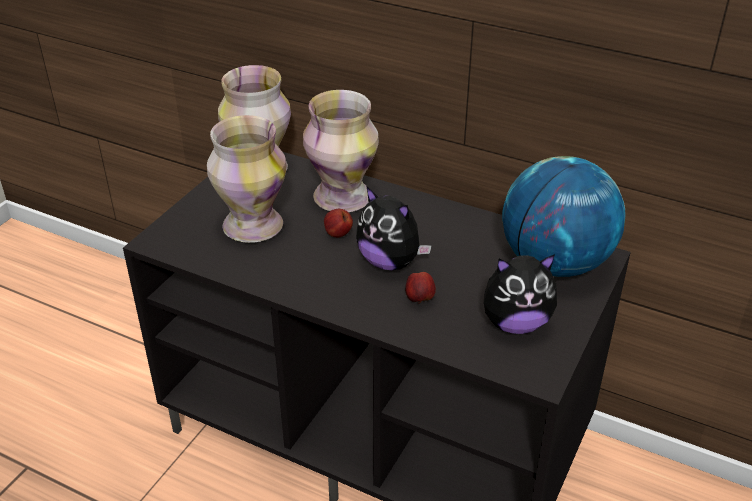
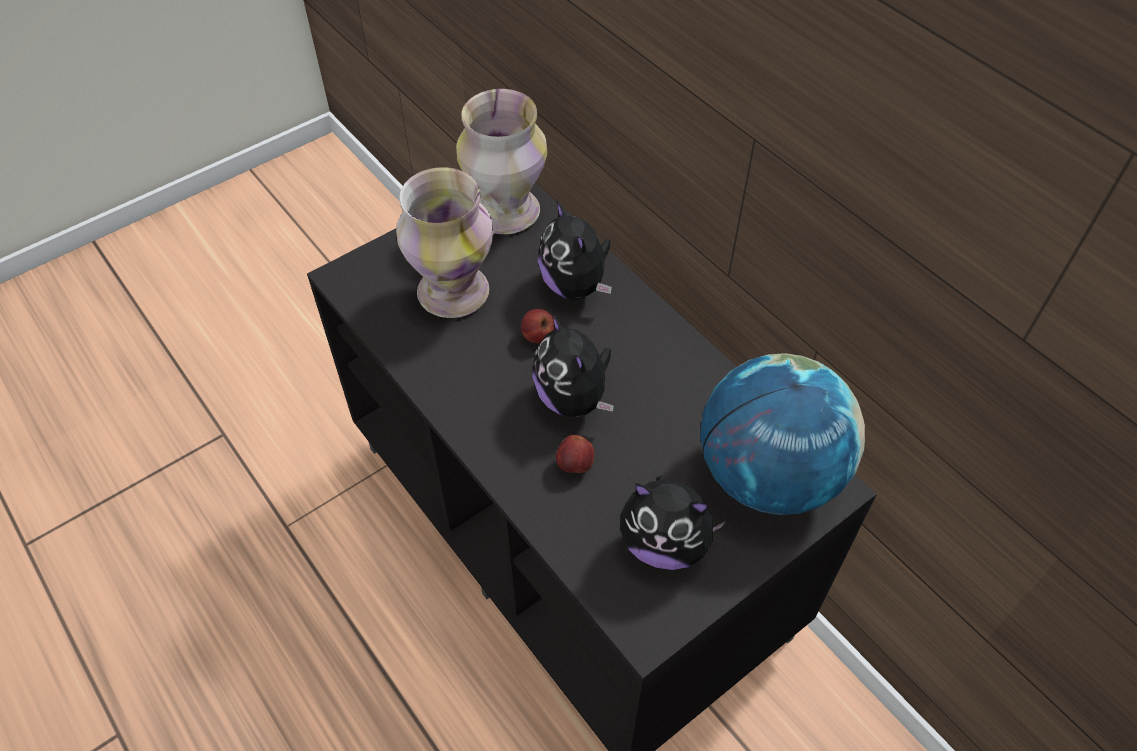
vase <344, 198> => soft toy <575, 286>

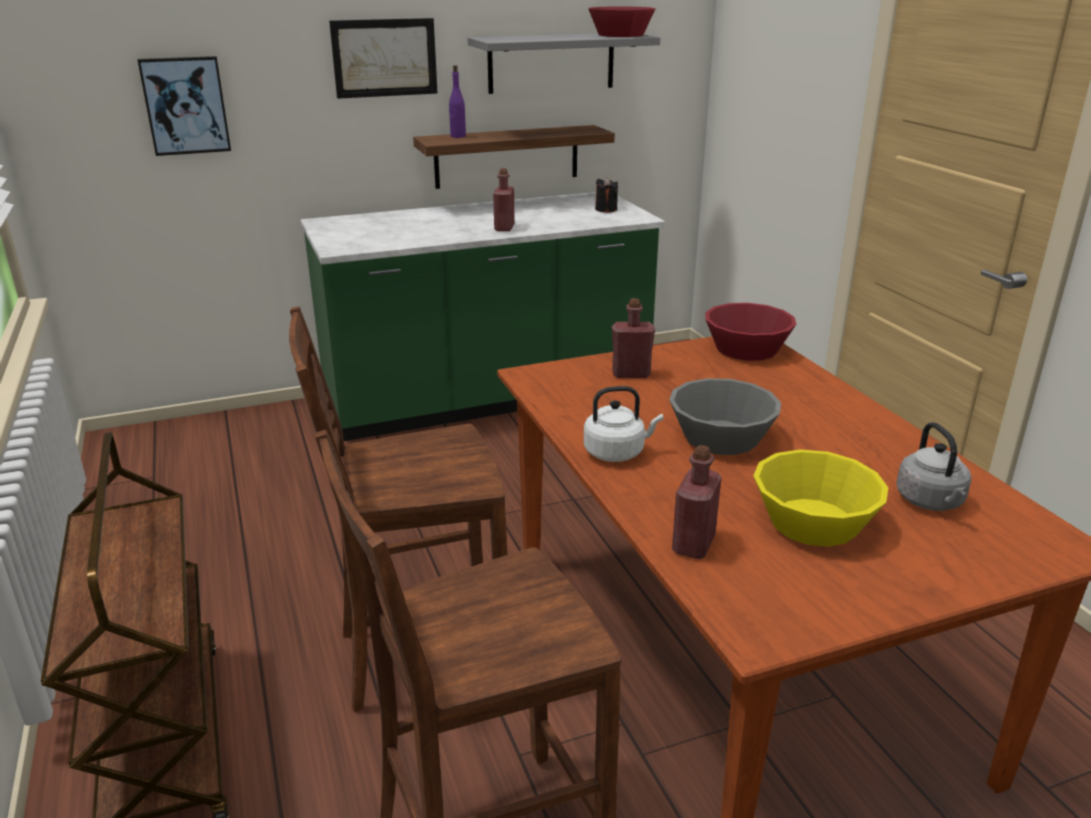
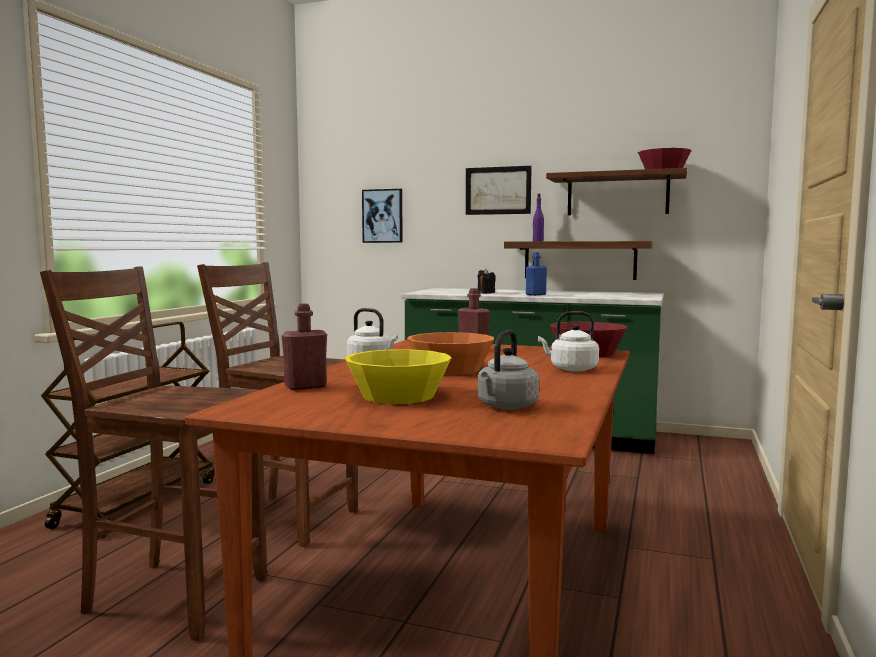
greyish bracket shelf <551, 62> => brown-coloured bracket shelf <617, 195>
red-coloured bottle <504, 228> => blue bottle <535, 295>
blackish candle <606, 209> => blackish candle <486, 293>, move
greyish bowl <721, 437> => orangey bowl <450, 369>
nothing => whitish tea kettle <571, 369>

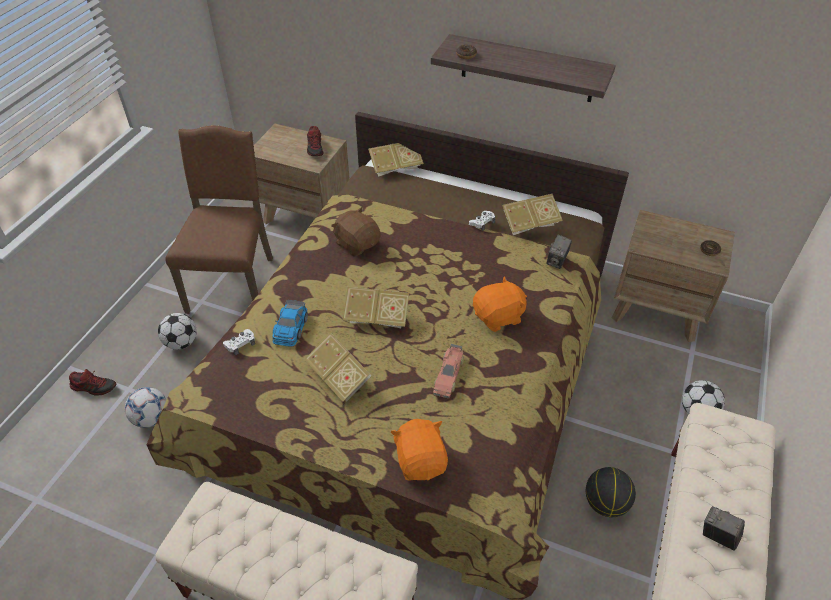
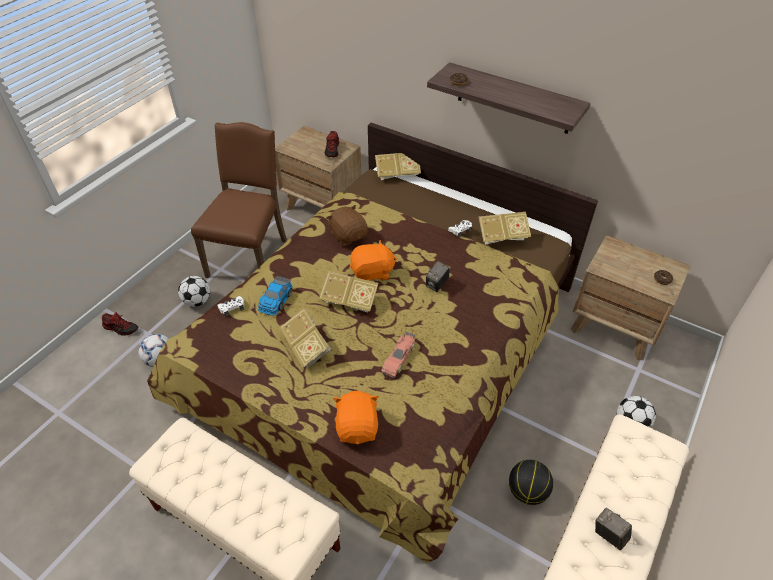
photo camera <557, 261> => photo camera <437, 285>, move
orangey soft toy <498, 317> => orangey soft toy <372, 273>, move

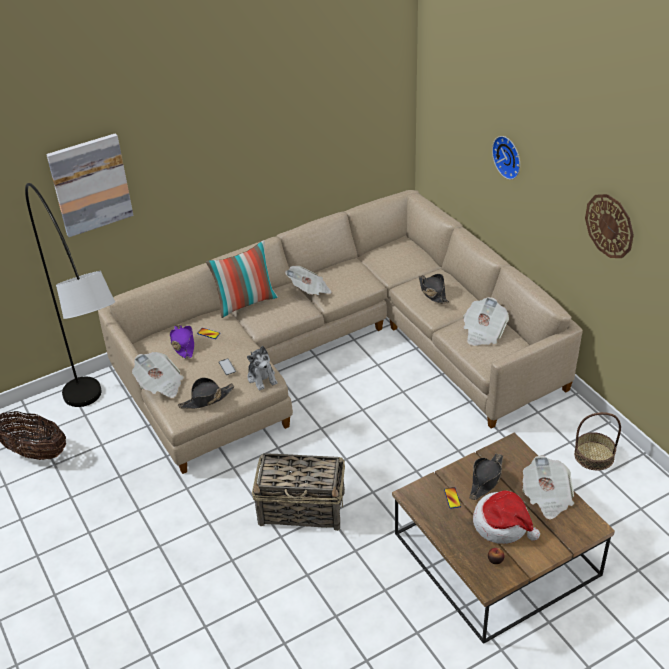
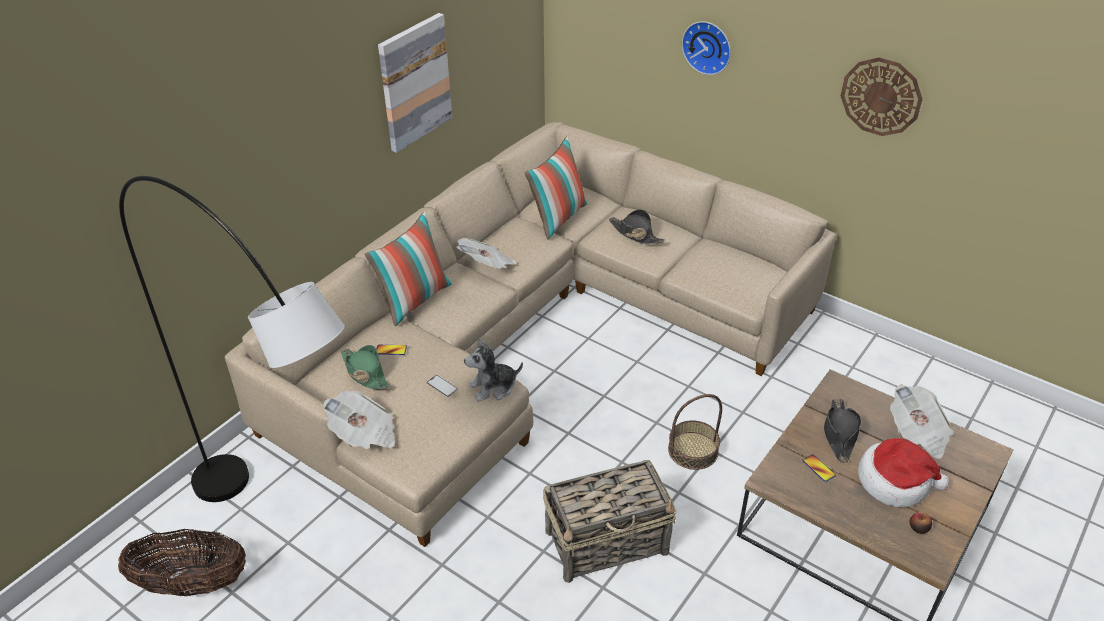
wall picture <90, 184> => wall picture <414, 82>, move
printed paper <483, 332> => nothing
purple clothing hat <183, 344> => greenish clothing hat <365, 373>
soft toy <262, 377> => soft toy <493, 387>, 120 degrees clockwise
blackish clothing hat <206, 399> => nothing
basket <594, 455> => basket <693, 450>, move
nothing => cushion <558, 218>

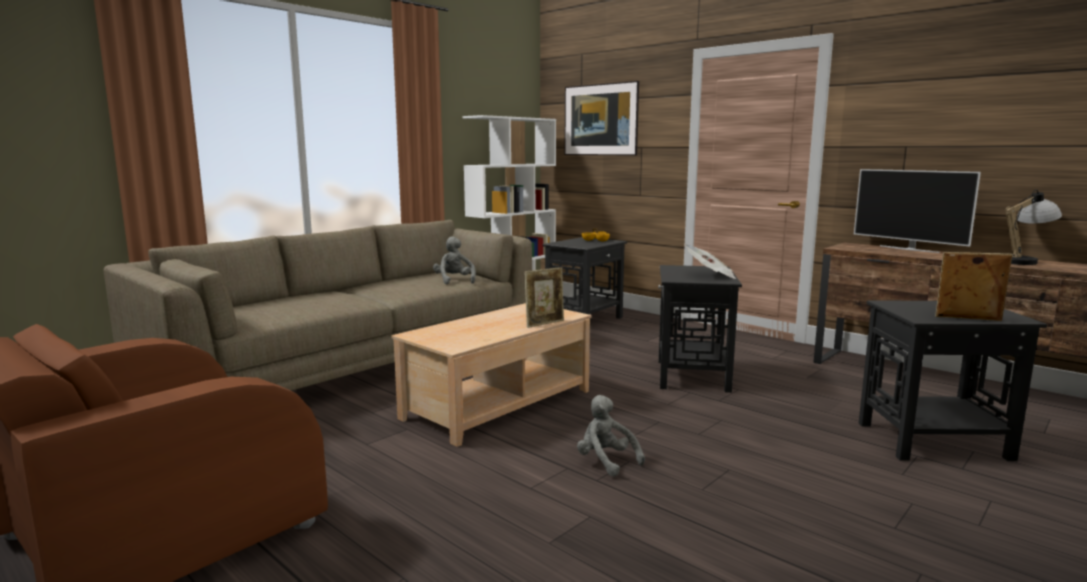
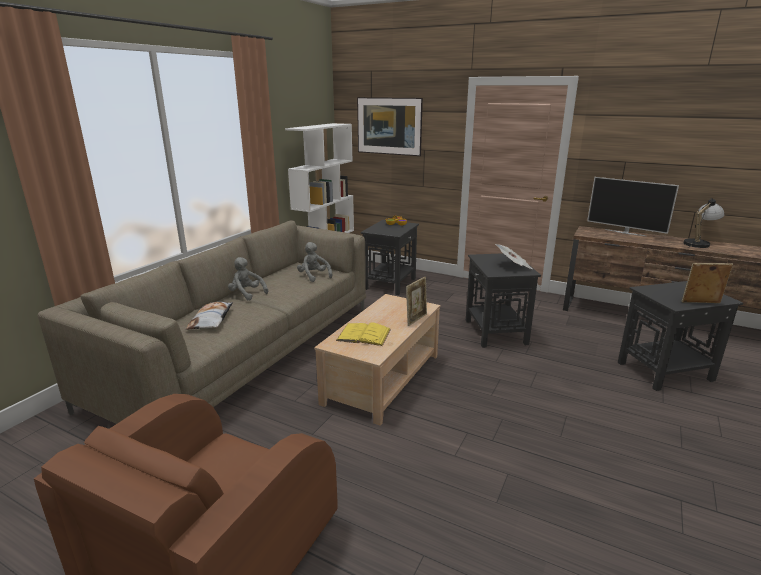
greyish soft toy <606, 461> => greyish soft toy <246, 294>, move
nothing => cushion <211, 320>
nothing => yellowish bound book <364, 335>

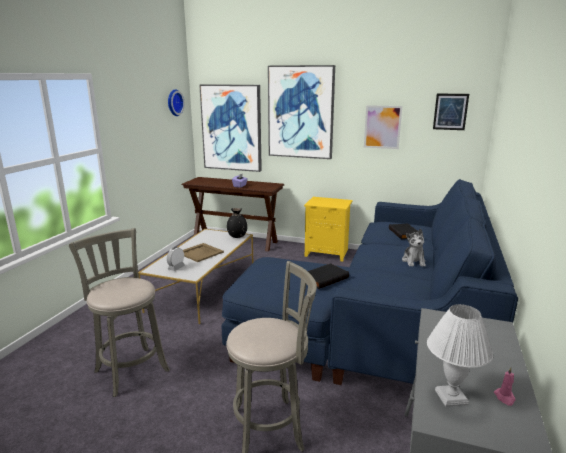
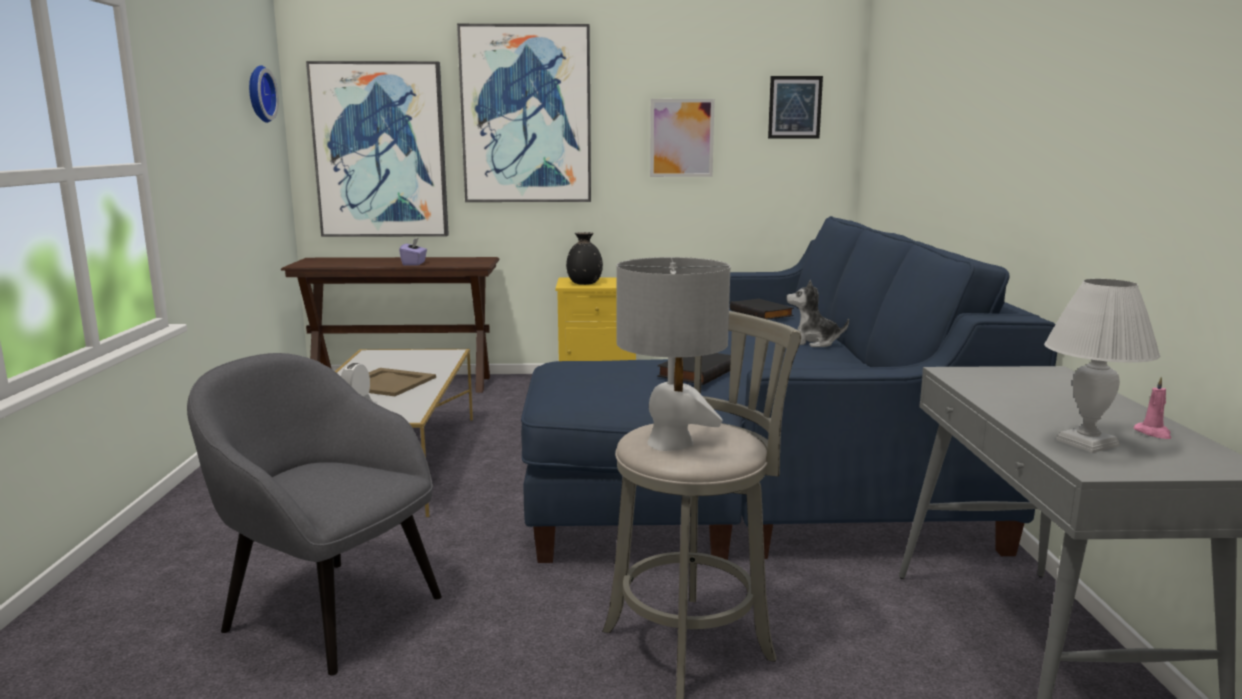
blackish vase <237, 236> => blackish vase <584, 283>, move
greyish stool <130, 369> => greyish easy chair <330, 611>
soft toy <413, 261> => soft toy <813, 343>, 120 degrees clockwise
nothing => greyish tabletop lamp <670, 443>

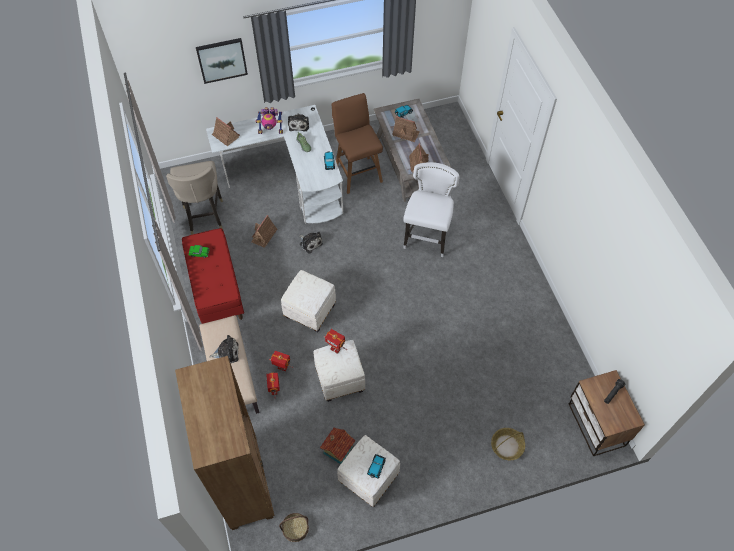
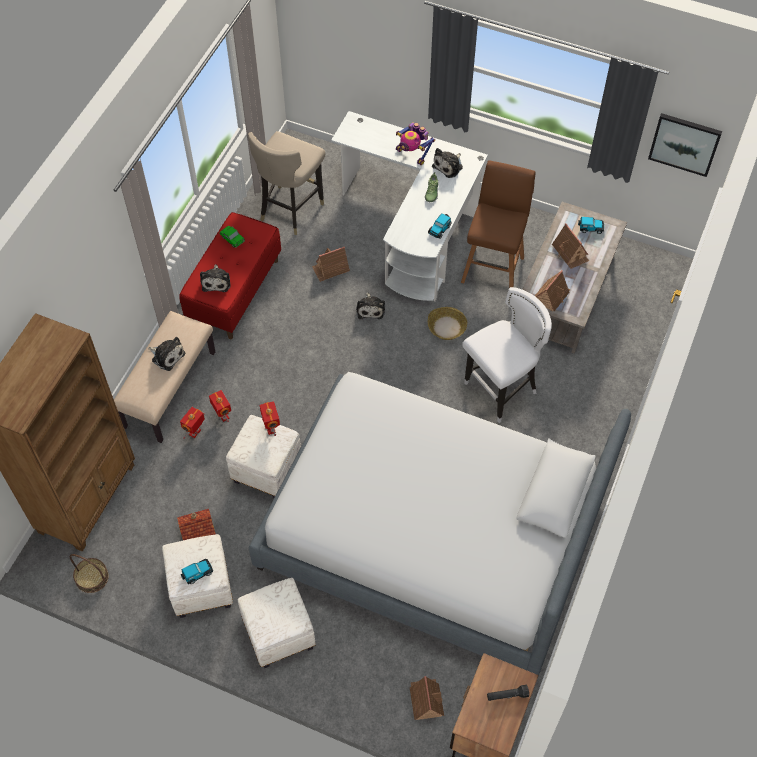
wall picture <222, 60> => wall picture <684, 143>, move
miniature house <225, 136> => miniature house <426, 700>, move
whitish ottoman <309, 311> => whitish ottoman <278, 633>, move
basket <507, 446> => basket <446, 327>, move
nothing => soft toy <216, 281>
nothing => sleeping bed <431, 534>

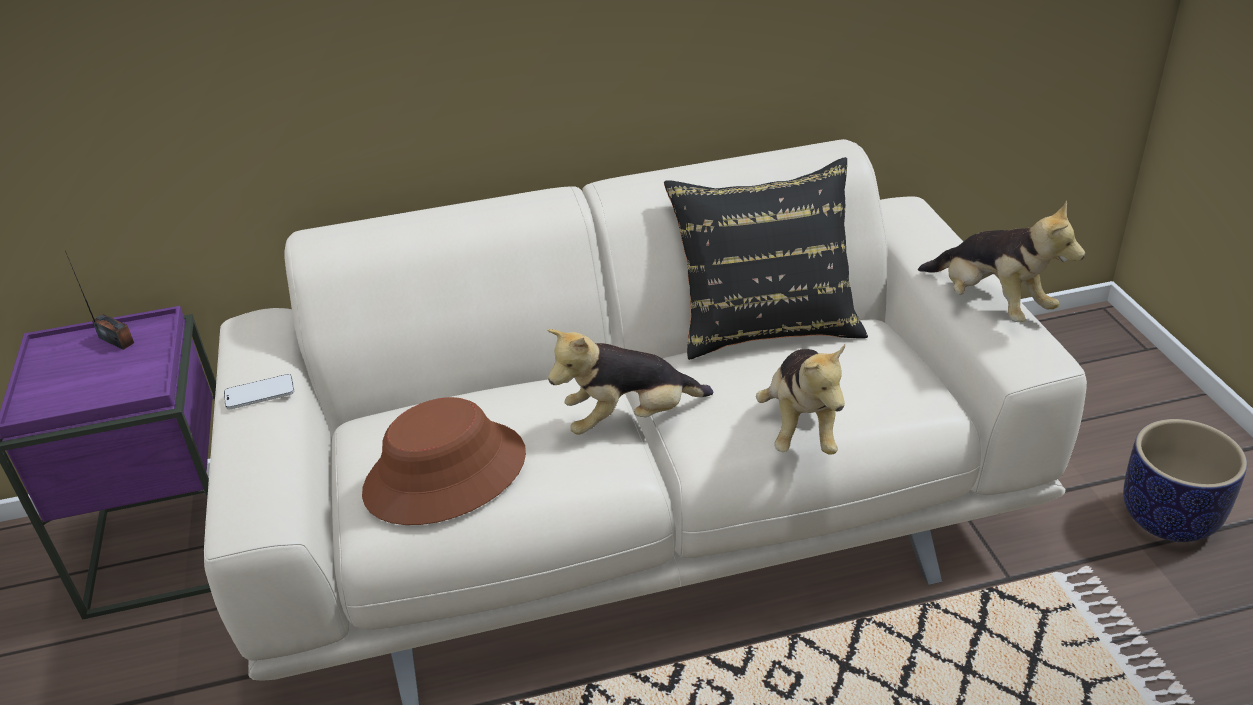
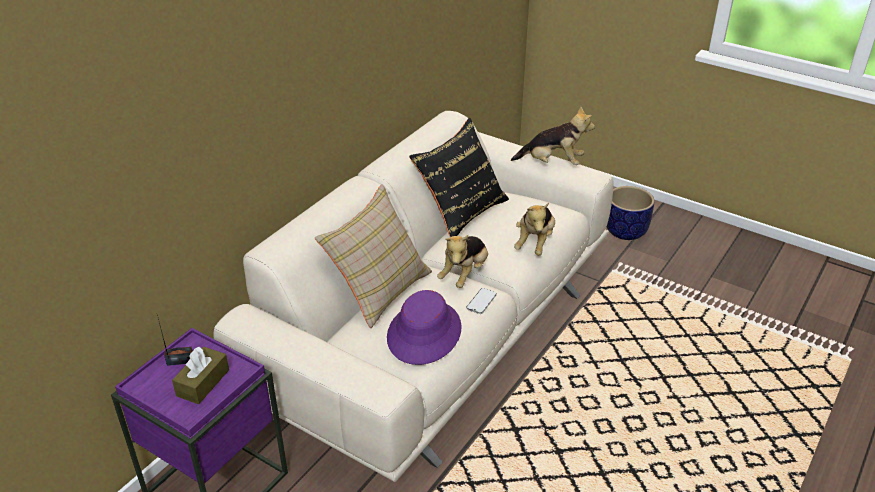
soft toy <801, 426> => soft toy <535, 243>, 60 degrees clockwise
telephone <259, 394> => telephone <481, 302>, move
brown-coloured clothing hat <445, 474> => purple clothing hat <424, 333>
nothing => beige-coloured cushion <379, 289>
nothing => brown-coloured tissue box <203, 383>

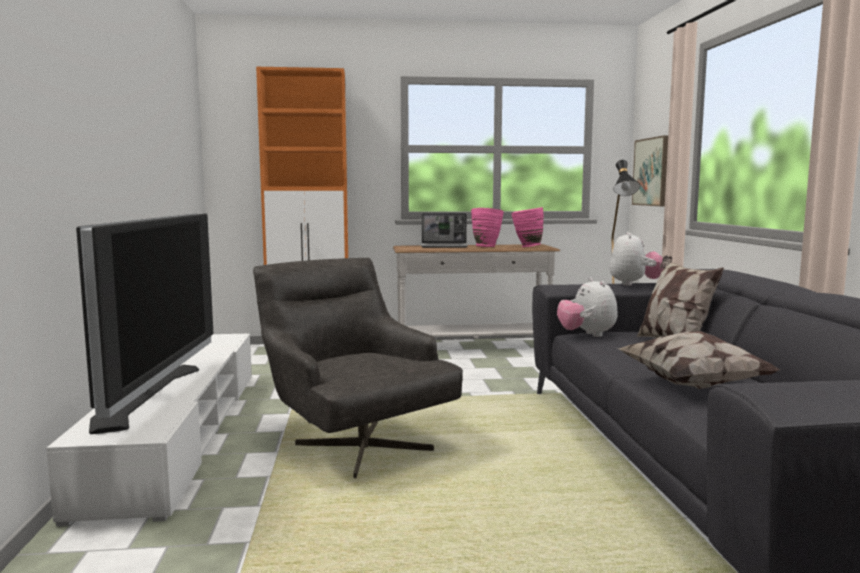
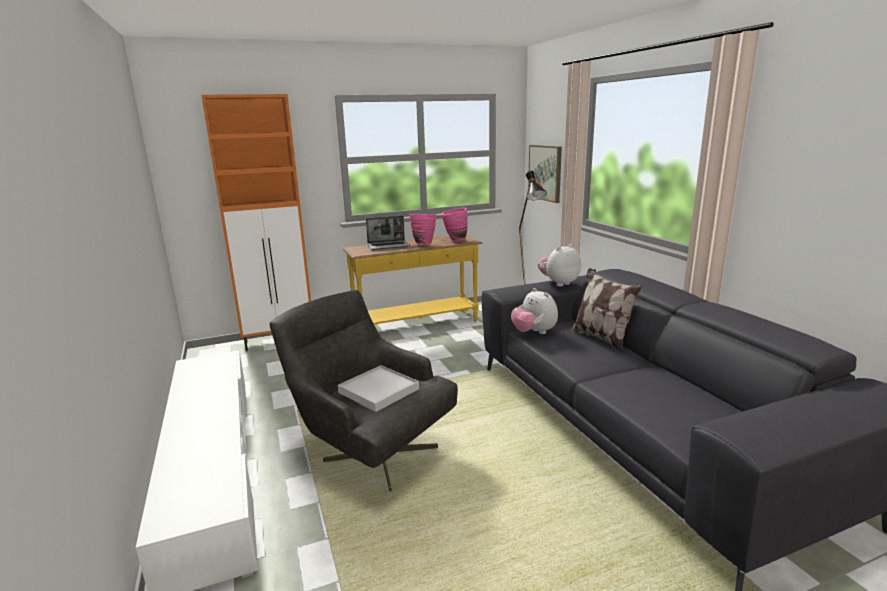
TV <150, 395> => nothing
soft toy <634, 284> => soft toy <558, 283>, 120 degrees counterclockwise
whitish console table <473, 349> => yellowish console table <416, 325>
cushion <693, 384> => nothing
nothing => whitish tray <379, 391>

